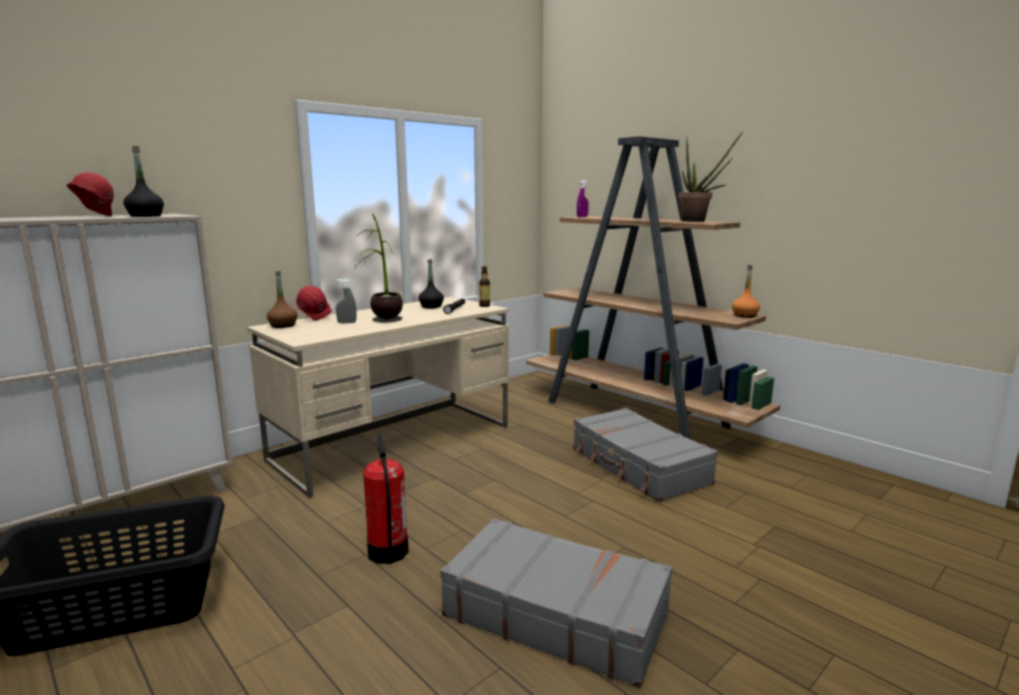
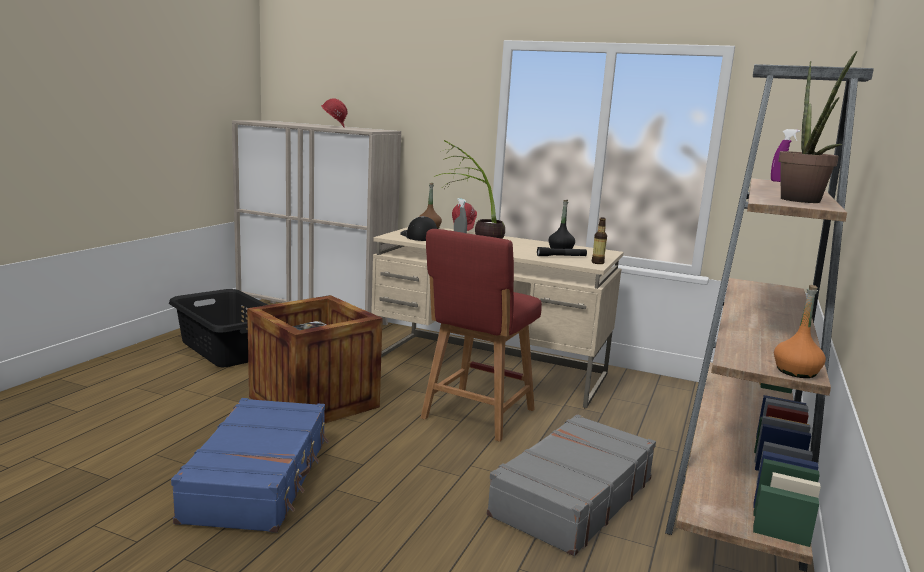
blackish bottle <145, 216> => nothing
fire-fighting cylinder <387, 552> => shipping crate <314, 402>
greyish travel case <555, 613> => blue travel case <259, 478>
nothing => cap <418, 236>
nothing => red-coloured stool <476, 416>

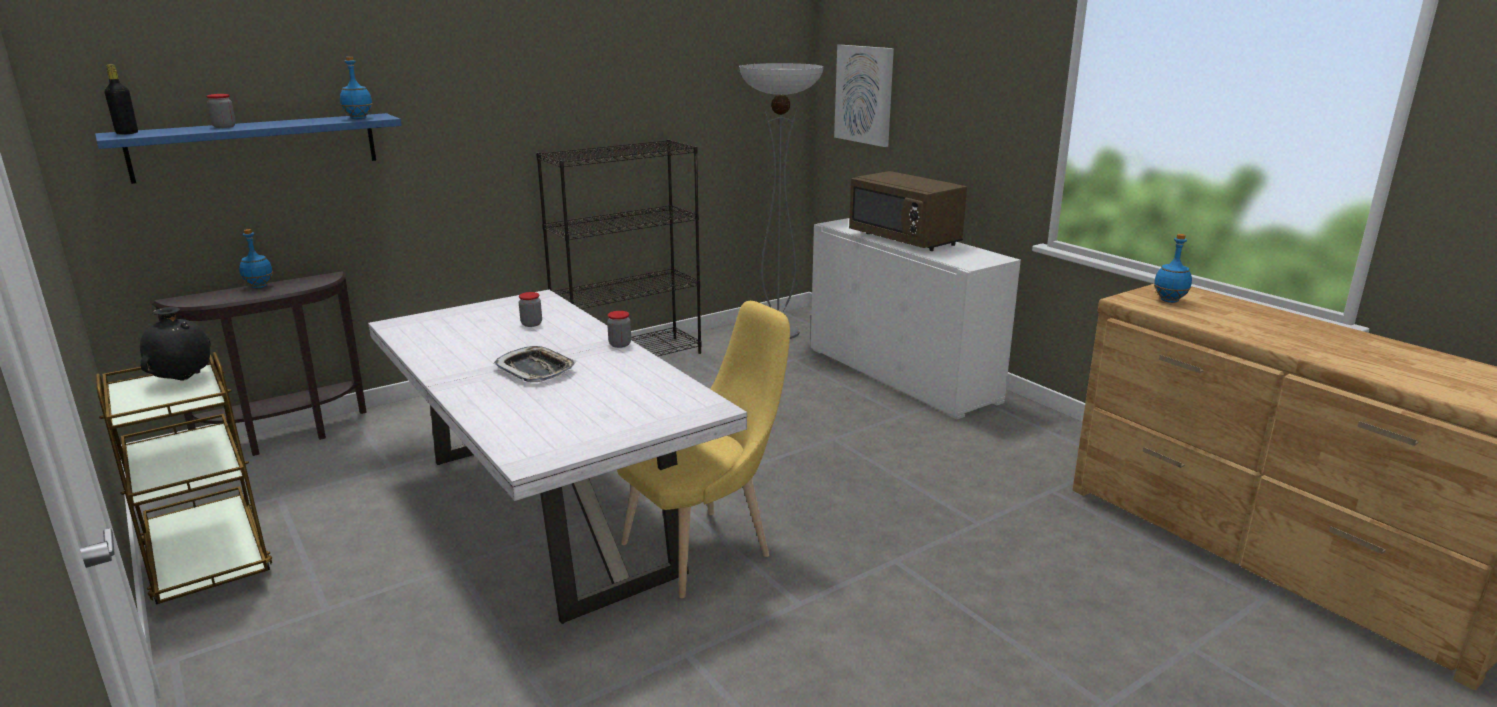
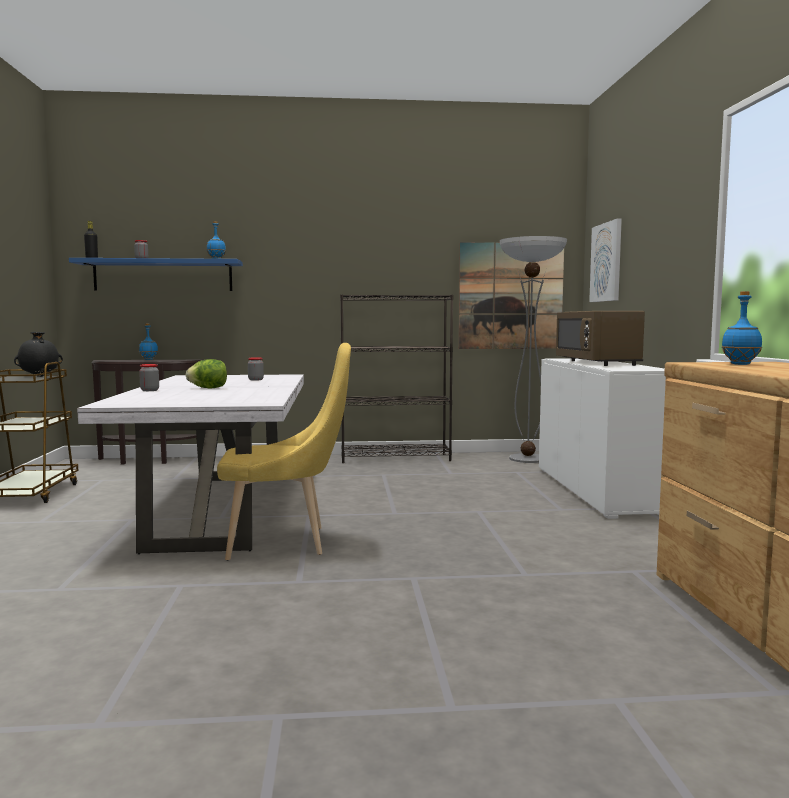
storage jar <620, 344> => storage jar <149, 390>, move
tray <536, 370> => head of lettuce <208, 388>
nothing => wall picture <510, 296>

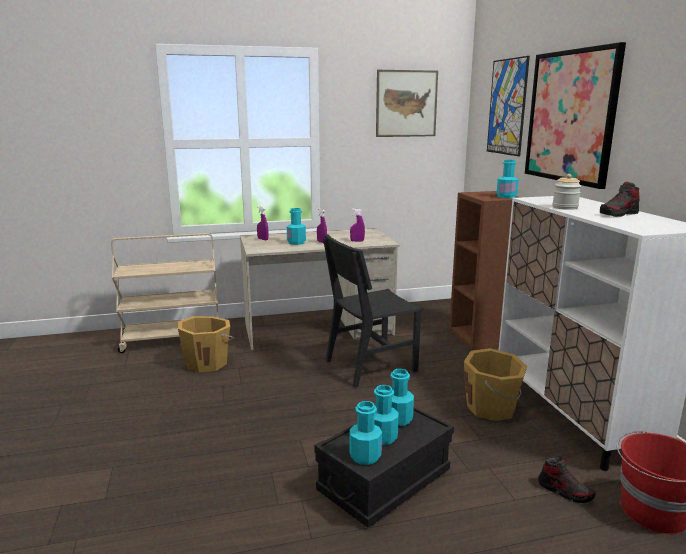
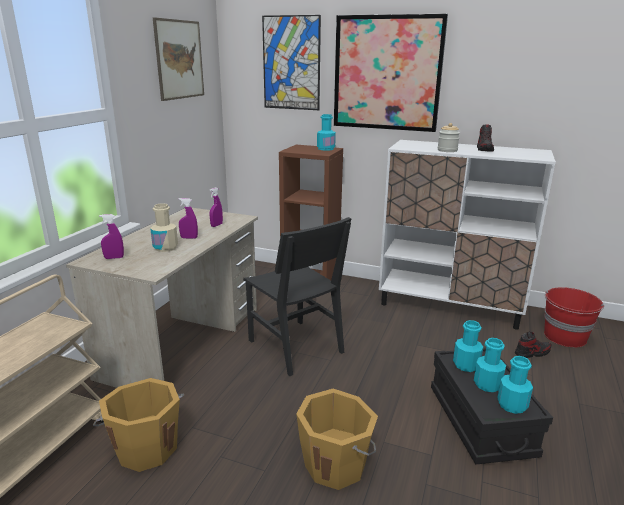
turquoise-coloured bottle <296, 242> => beige-coloured bottle <165, 247>
blackish chair <370, 366> => blackish chair <295, 346>, 45 degrees counterclockwise
orangey bucket <492, 408> => orangey bucket <336, 464>, move

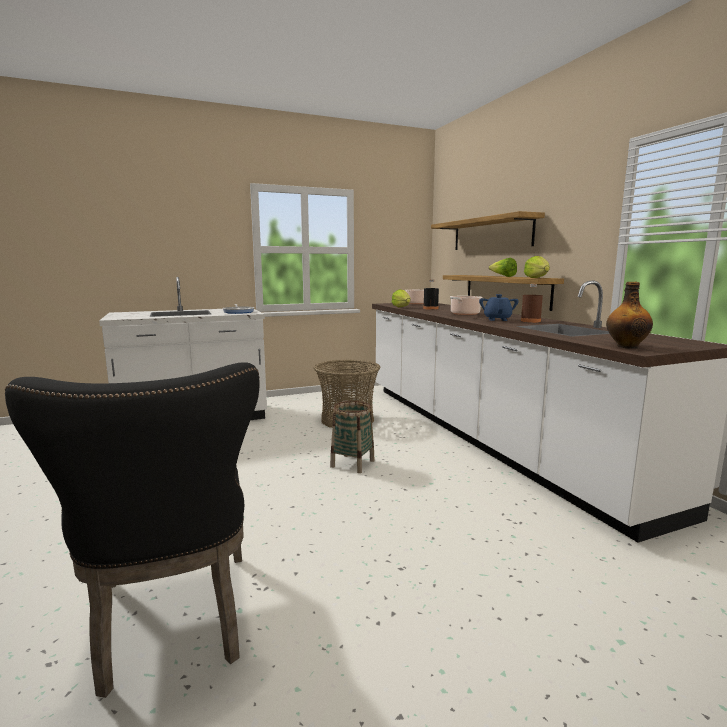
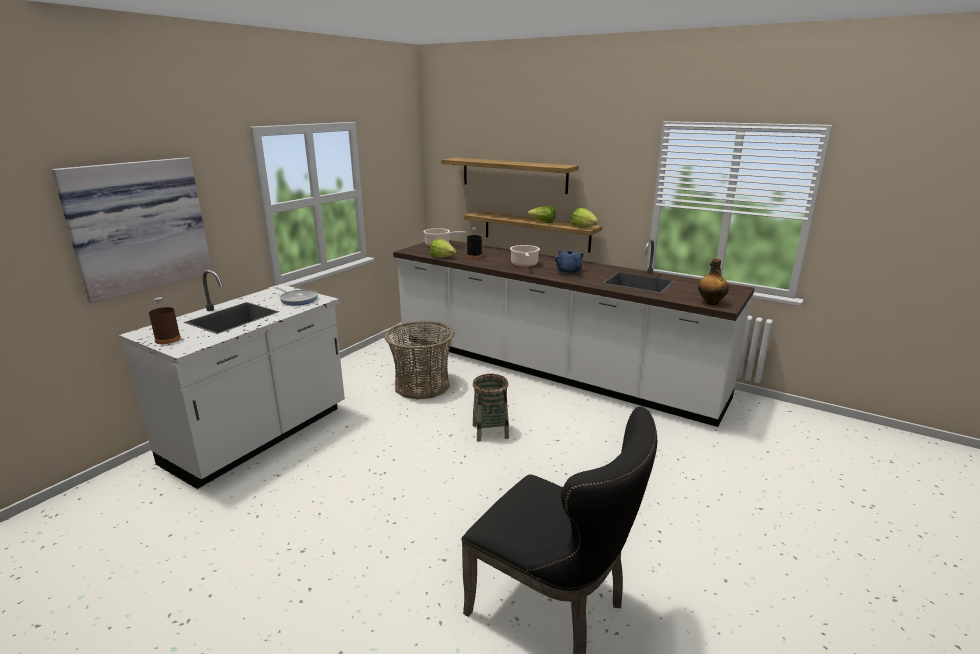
brown-coloured bottle <530, 321> => brown-coloured bottle <168, 339>, move
nothing => wall picture <137, 225>

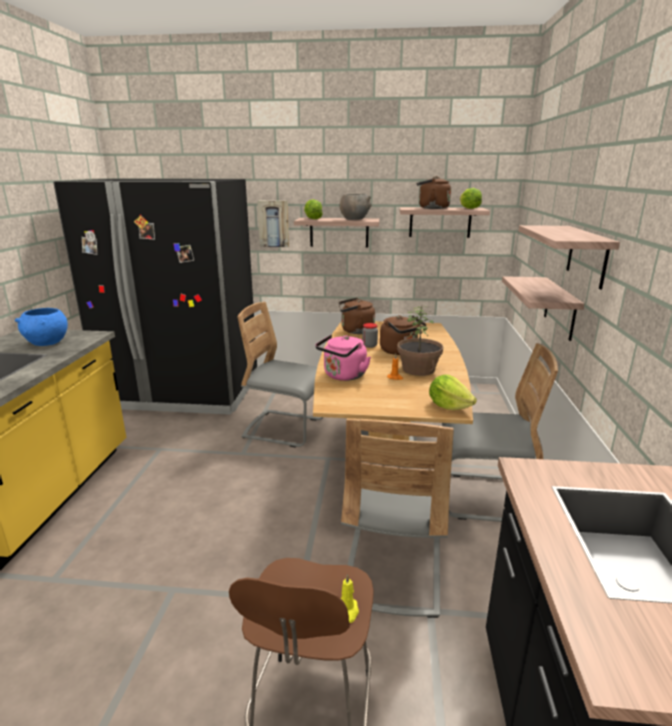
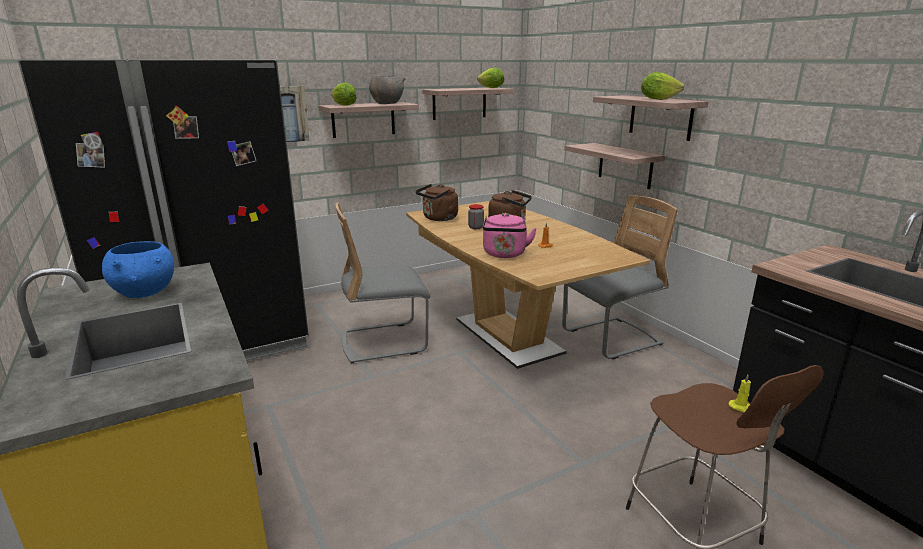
brown-coloured tea kettle <431, 208> => nothing
plant in a pot <419, 369> => nothing
head of lettuce <449, 406> => head of lettuce <658, 99>, move
greyish chair <392, 569> => nothing

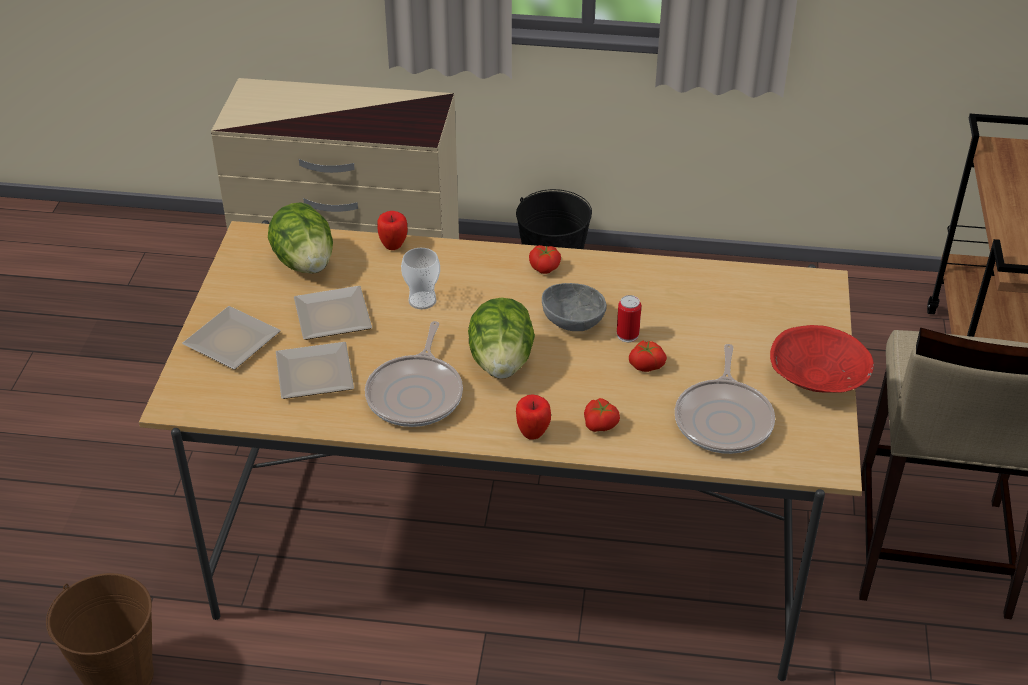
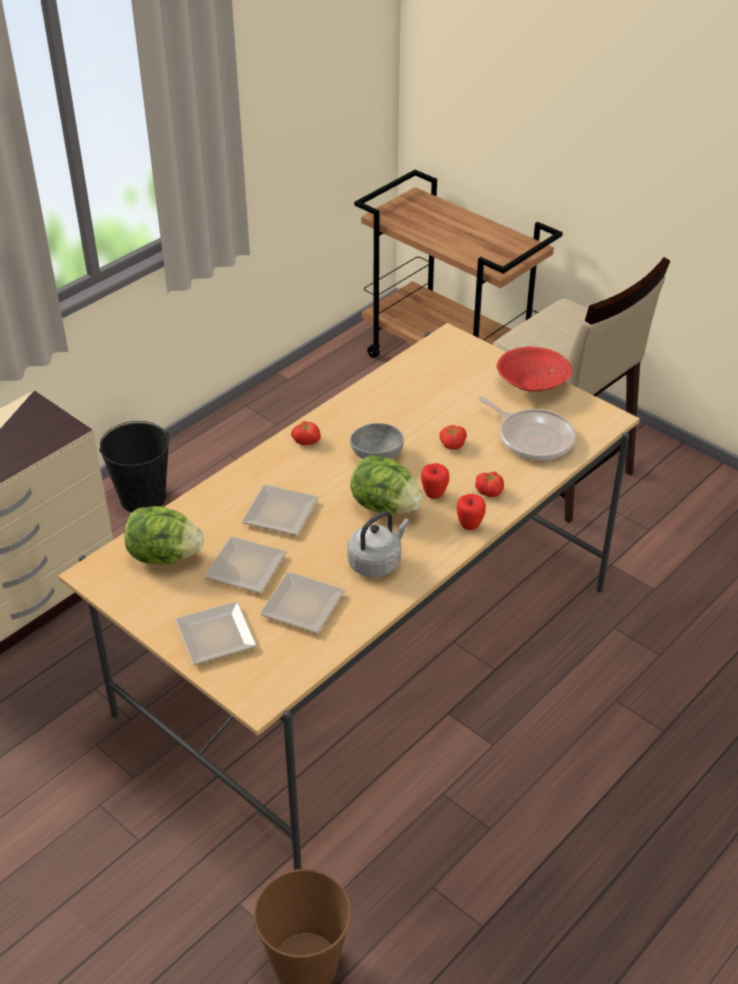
apple <393, 246> => apple <434, 494>, move
cup <422, 300> => flat dish <277, 514>
sealed can <627, 335> => nothing
pan <416, 394> => greyish tea kettle <377, 562>

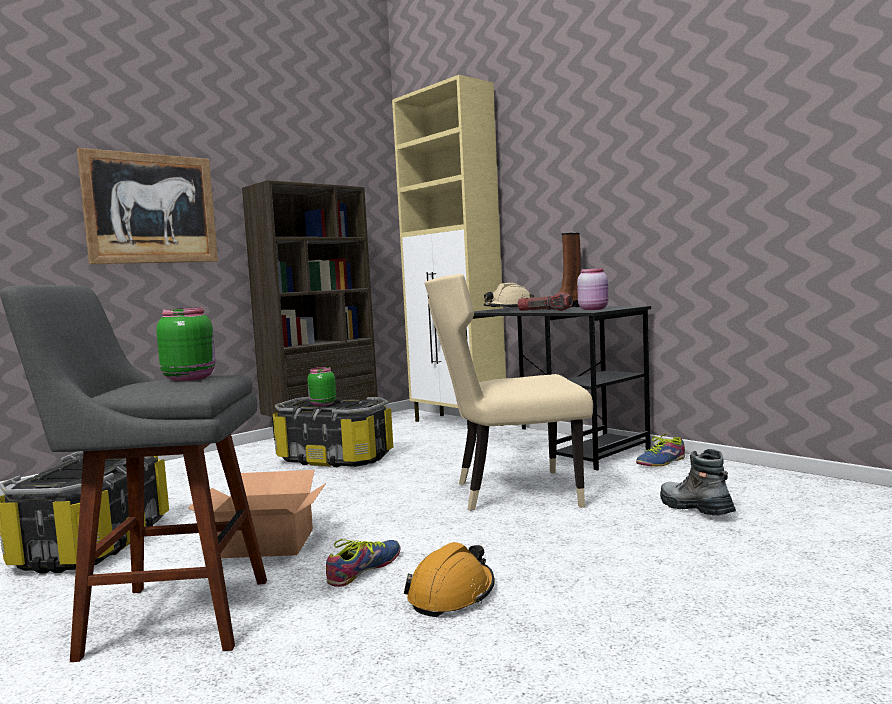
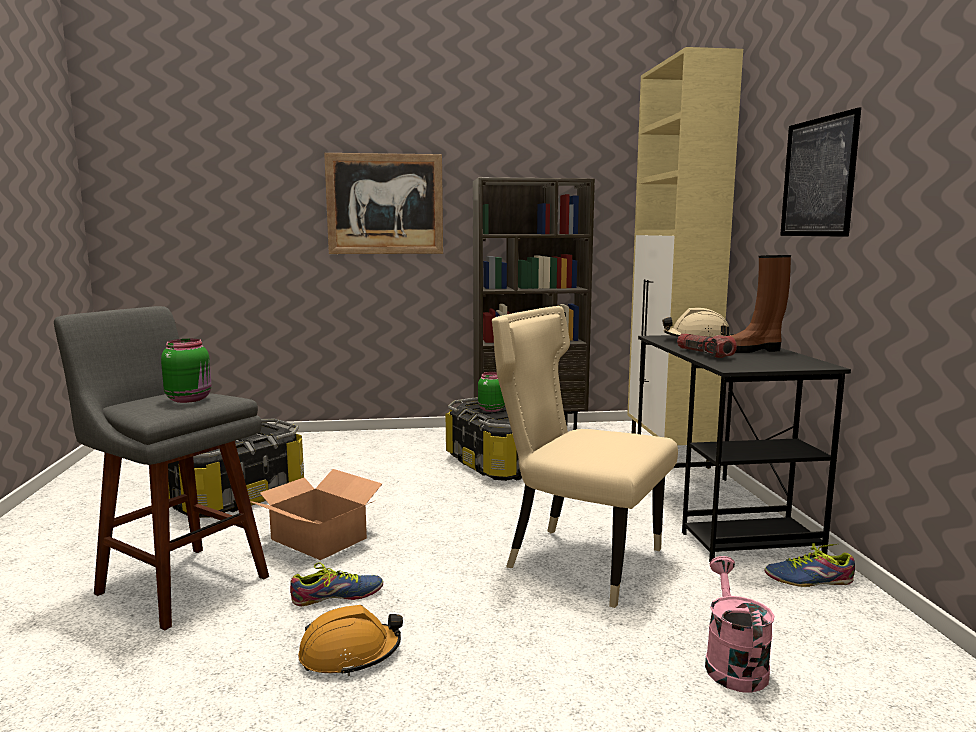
pink-coloured storage jar <594, 309> => nothing
boot <694, 509> => pink-coloured sprinkling can <732, 663>
nothing => wall picture <818, 177>

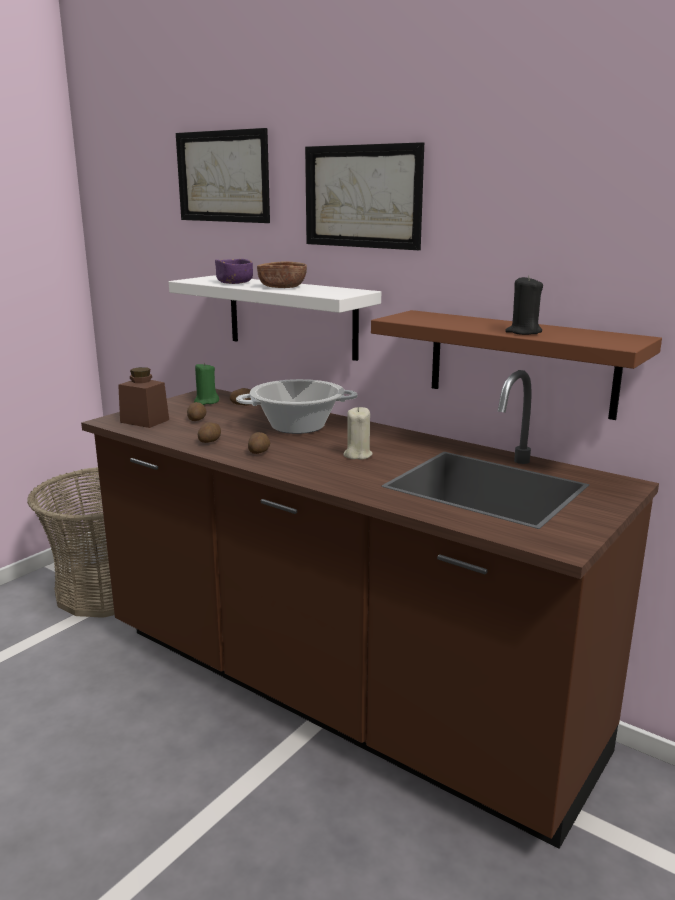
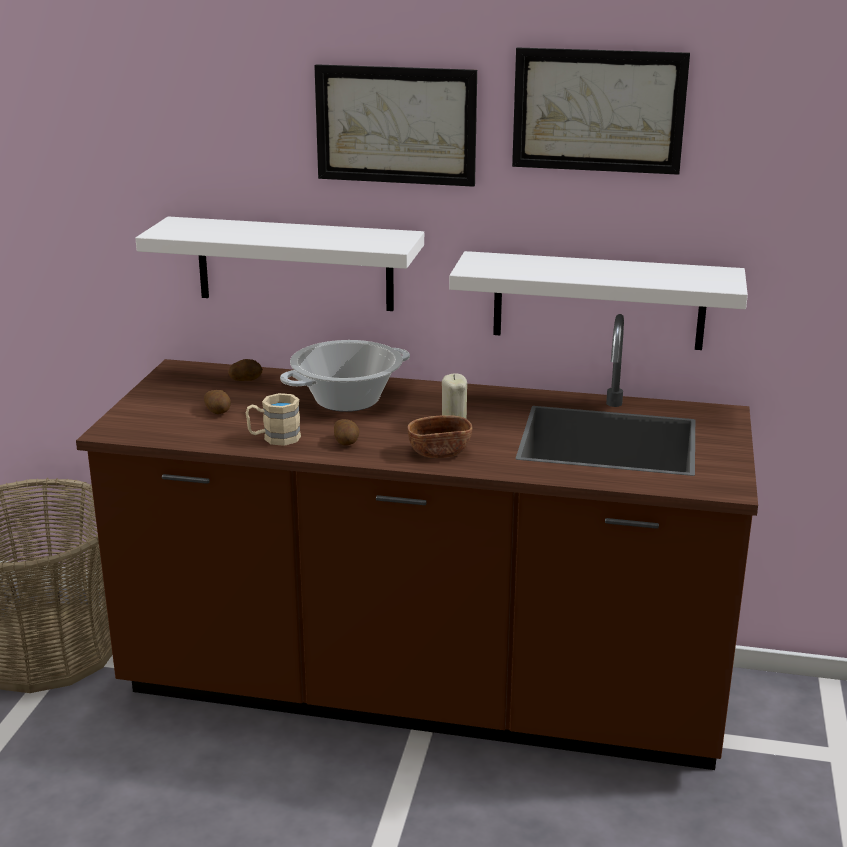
wall picture <223, 176> => wall picture <598, 110>, move
purple bowl <234, 283> => nothing
brown-coloured bowl <282, 287> => brown-coloured bowl <439, 452>, move
blackish candle <523, 332> => nothing
brown-coloured bracket shelf <521, 363> => whitish bracket shelf <598, 300>
greenish candle <206, 402> => nothing
brown-coloured storage jar <144, 421> => nothing
spud <210, 441> => beige-coloured mug <274, 438>

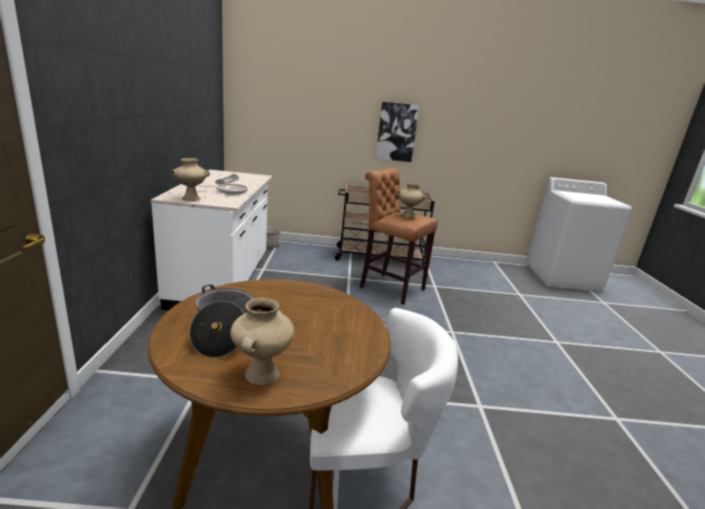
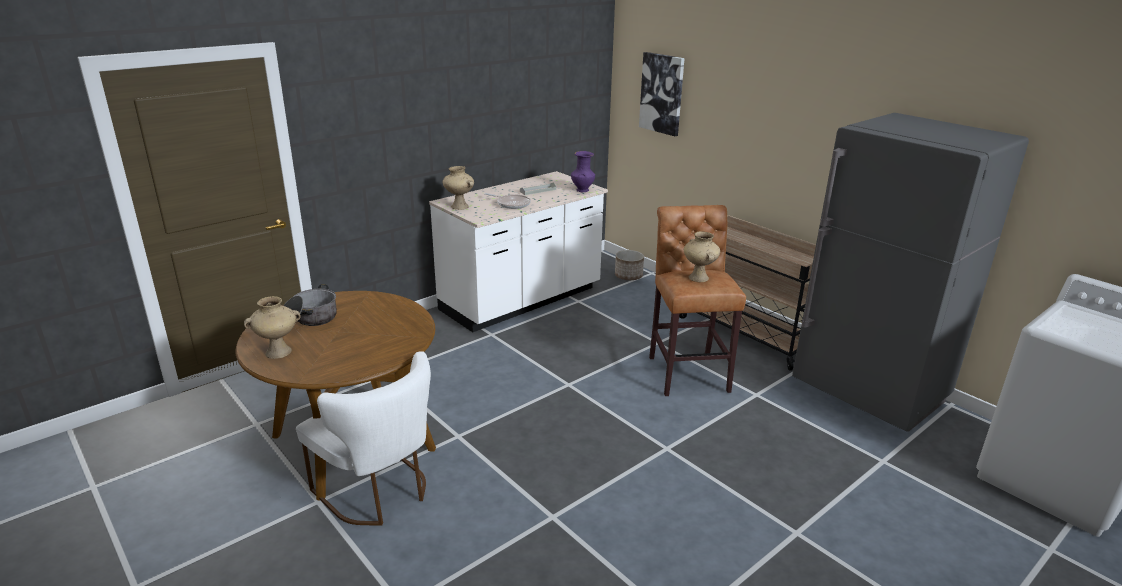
wall picture <396, 132> => wall picture <662, 93>, move
nothing => greyish fridge <869, 395>
nothing => purple vase <582, 190>

